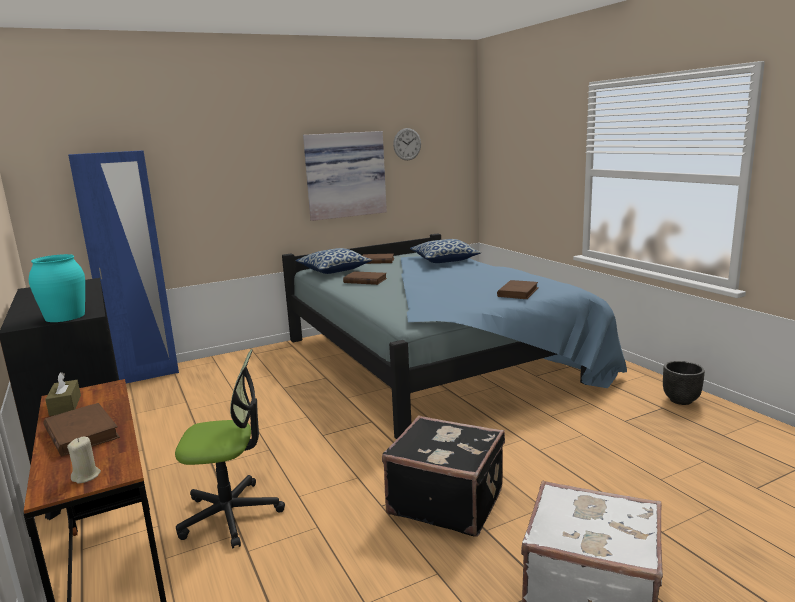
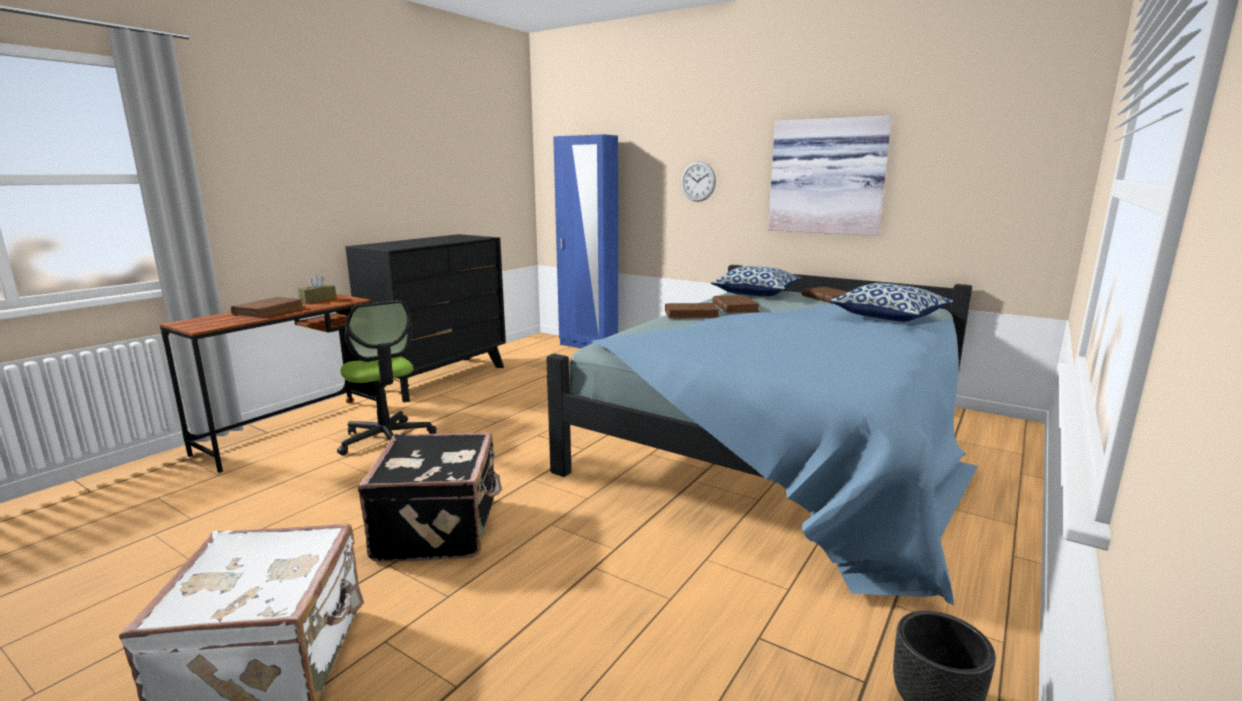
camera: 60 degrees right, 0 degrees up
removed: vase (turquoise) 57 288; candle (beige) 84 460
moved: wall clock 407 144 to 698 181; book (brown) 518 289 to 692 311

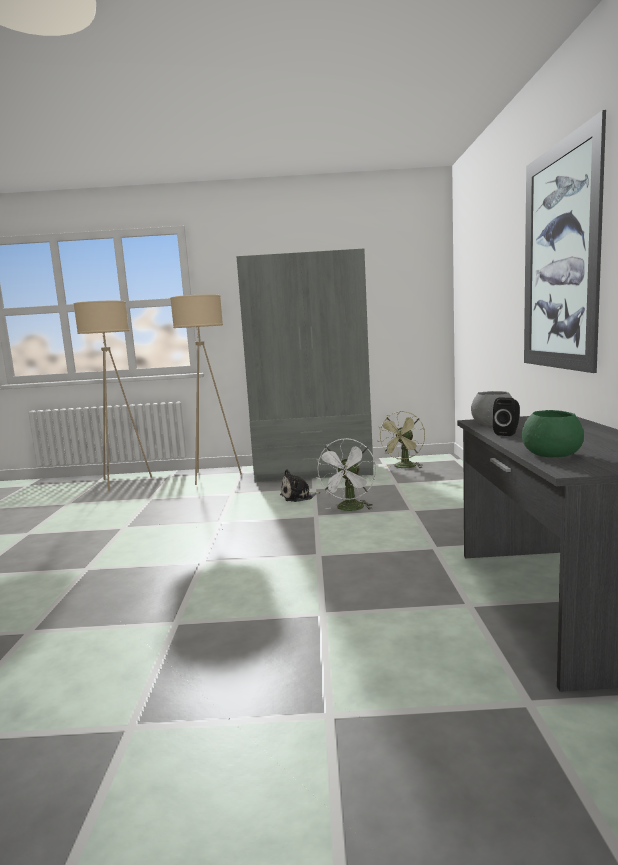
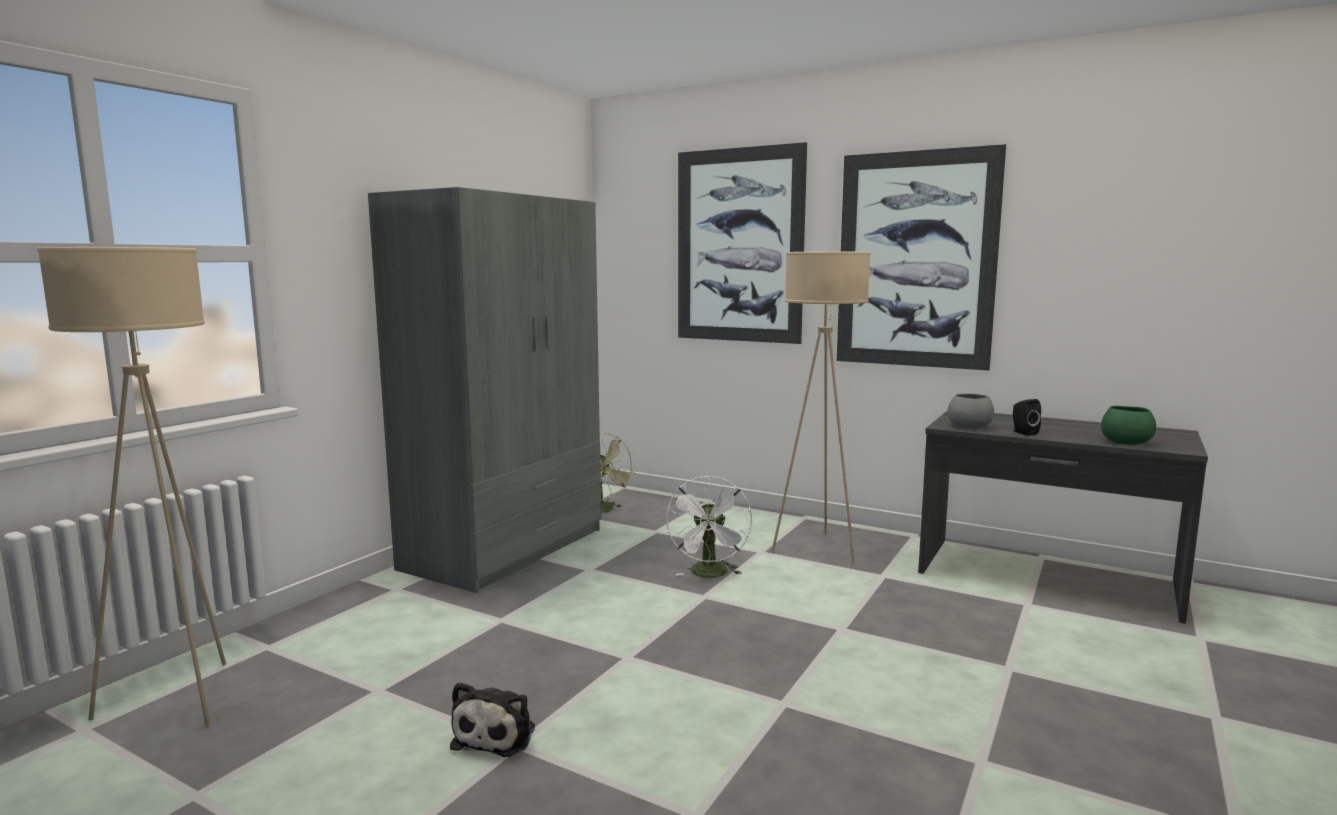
camera: 60 degrees left, 0 degrees up
added: picture 742 243
moved: floor lamp (beige) 206 389 to 821 407; plush toy 300 485 to 492 719
turned: fan (white) 346 474 = 709 527 45 degrees clockwise

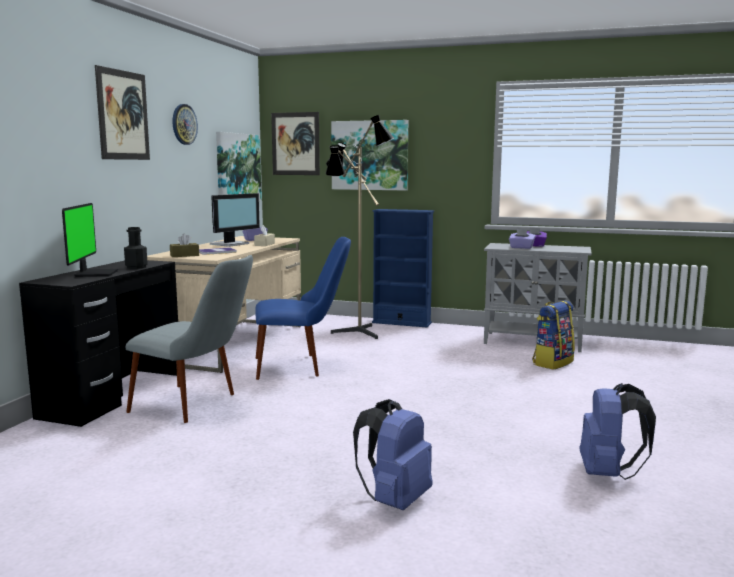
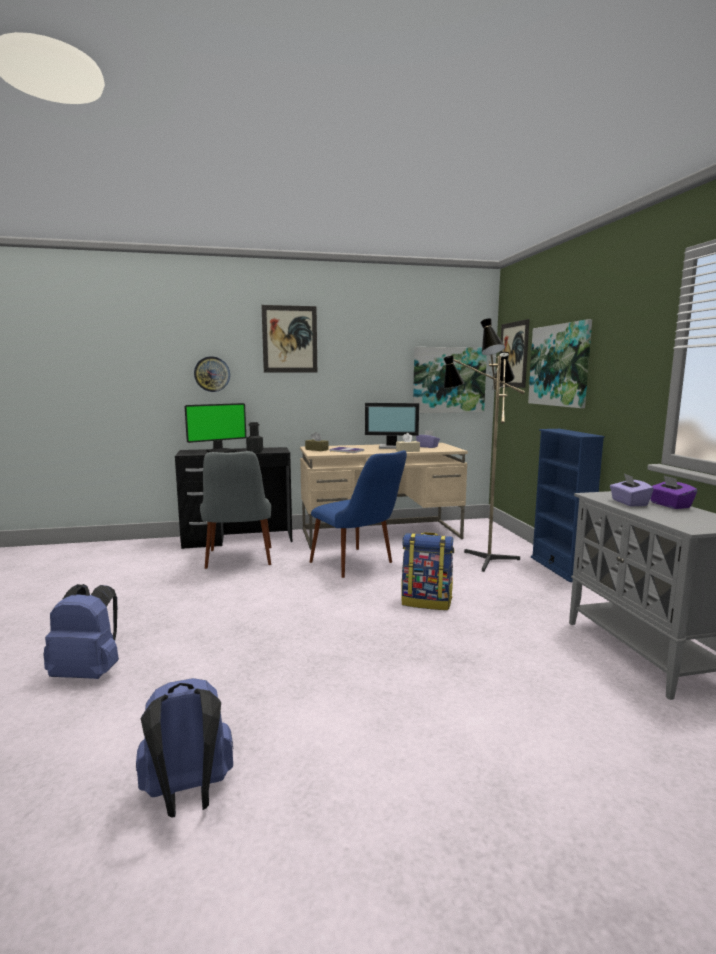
camera: 60 degrees right, 0 degrees up
moved: wall clock 185 124 to 212 374; backpack 553 335 to 427 571

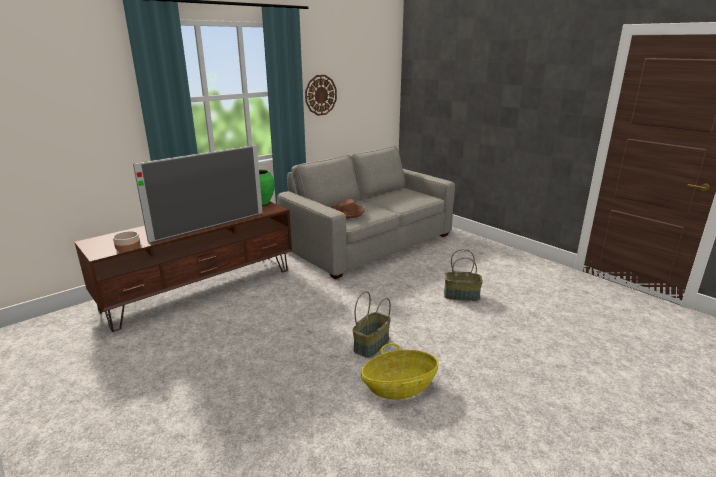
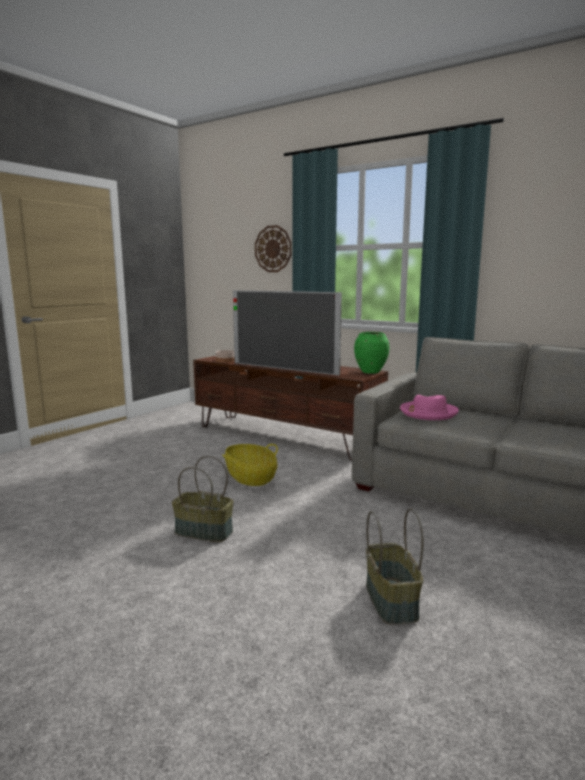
camera: 75 degrees right, 10 degrees down
moved: wall clock 321 95 to 273 248; basket 400 371 to 250 465
recoloured: hat (brown) 347 209 to hat (pink) 429 407

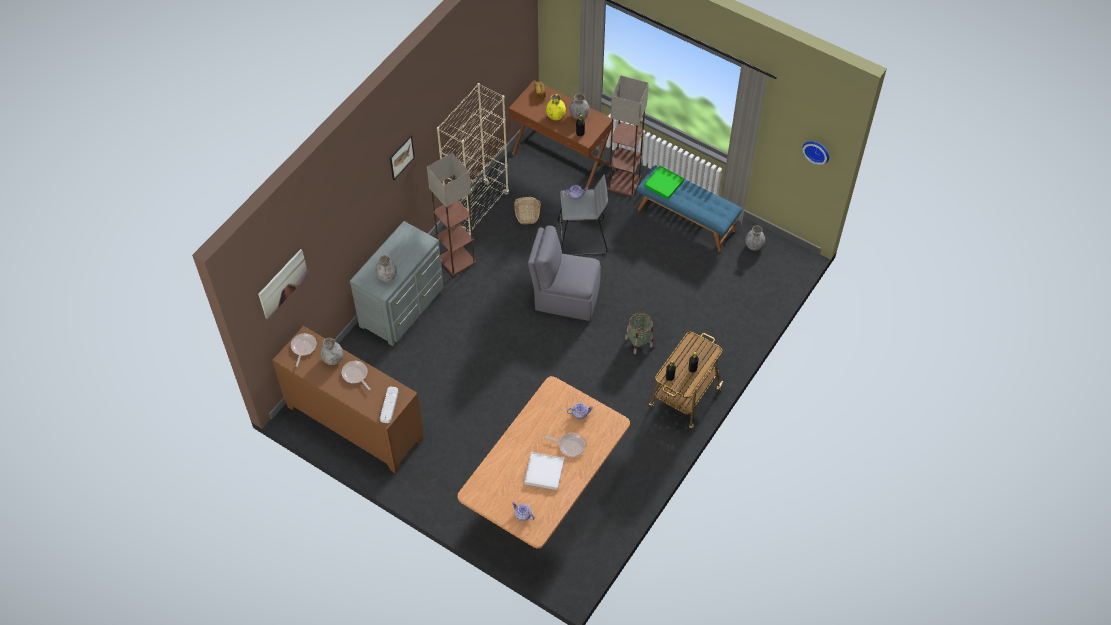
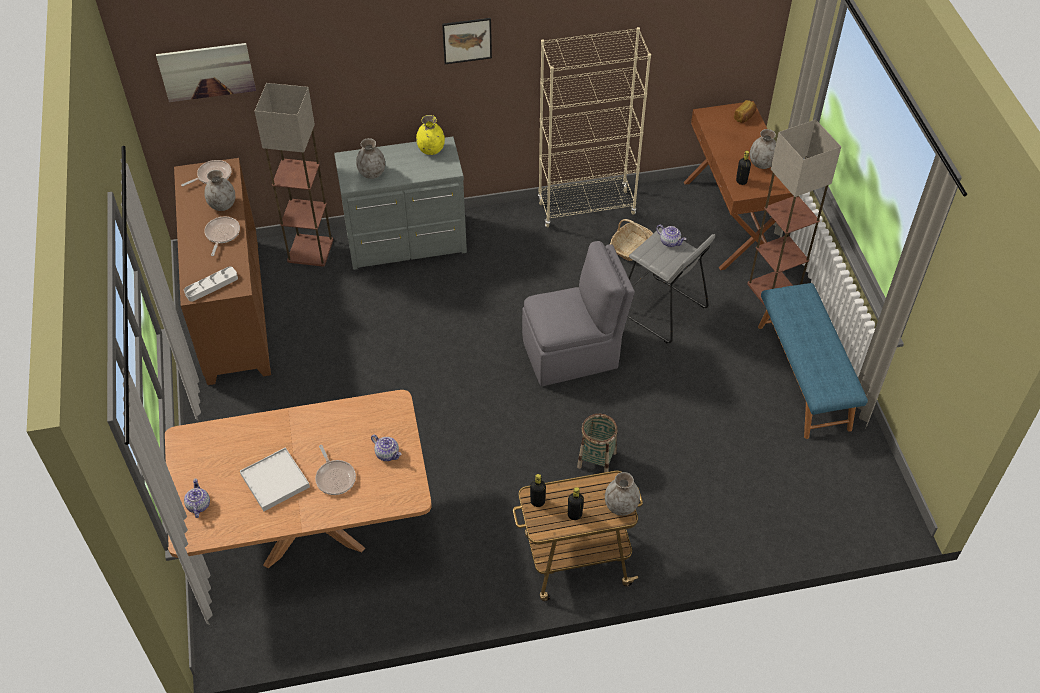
camera: 45 degrees right, 5 degrees down
removed: wall clock 816 153; tray (green) 664 182
moved: vase (yellow) 556 107 to 430 135; floor lamp 451 214 to 294 175; vase (grey) 755 238 to 622 494
turned: chair (grey) 564 273 = 578 313 105 degrees clockwise

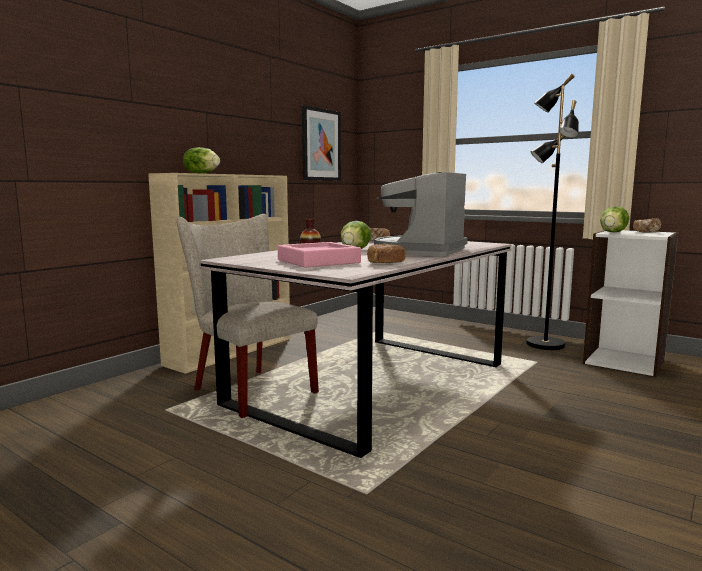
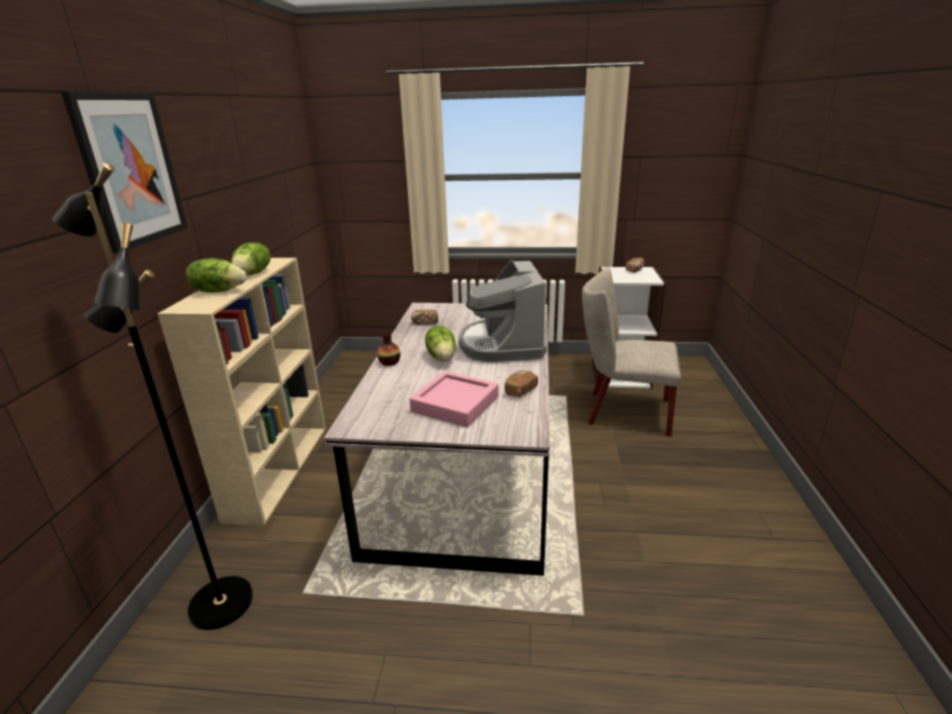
camera: 30 degrees left, 15 degrees up
moved: floor lamp (black) 552 212 to 152 396; picture 321 143 to 124 172; lettuce 614 219 to 251 258; chair (beige) 248 316 to 631 352

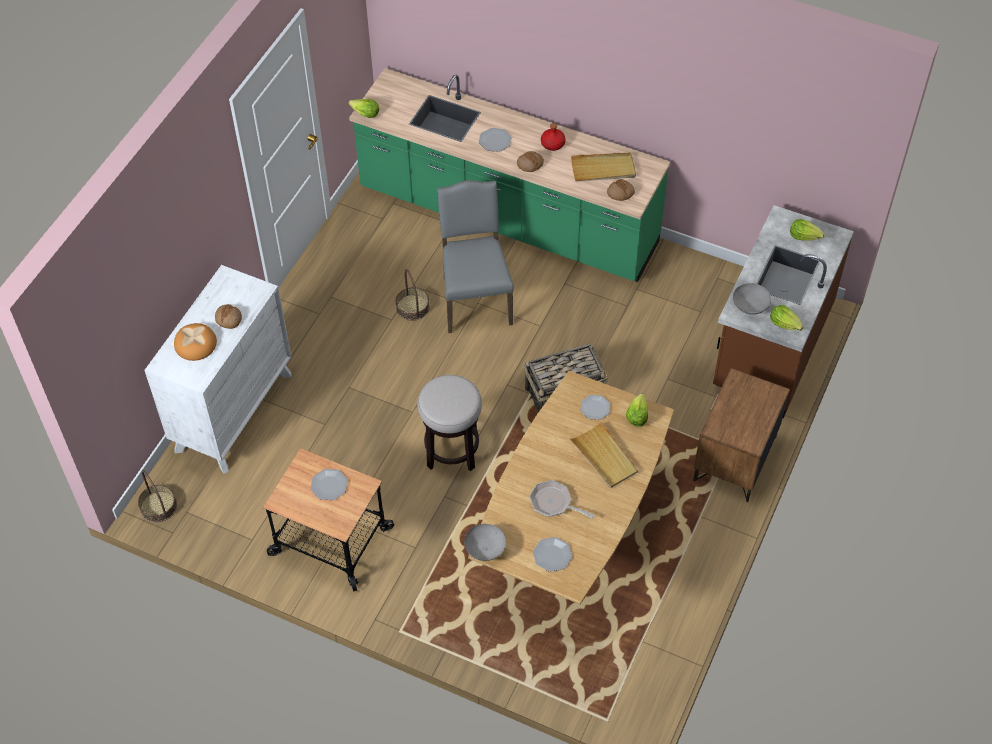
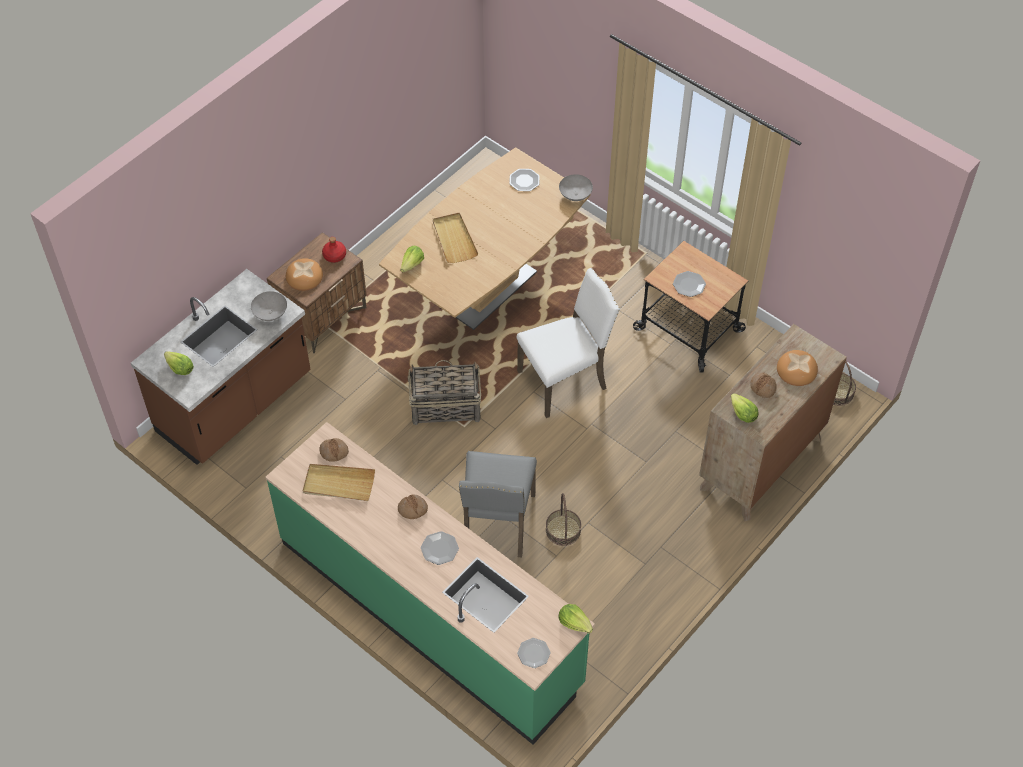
camera: 165 degrees left, 0 degrees up
removed: frying pan 562 499
added: bread 304 274
moved: bottle (red) 553 137 to 334 250; lettuce 786 318 to 745 408; plate 595 407 to 534 653
replaced: stool 450 423 to chair (white) 568 343
recoloured: dresser (white) 218 369 to dresser (brown) 773 422

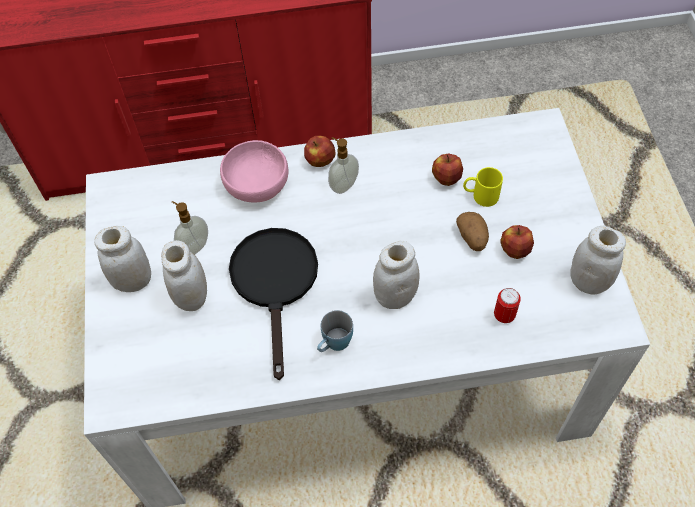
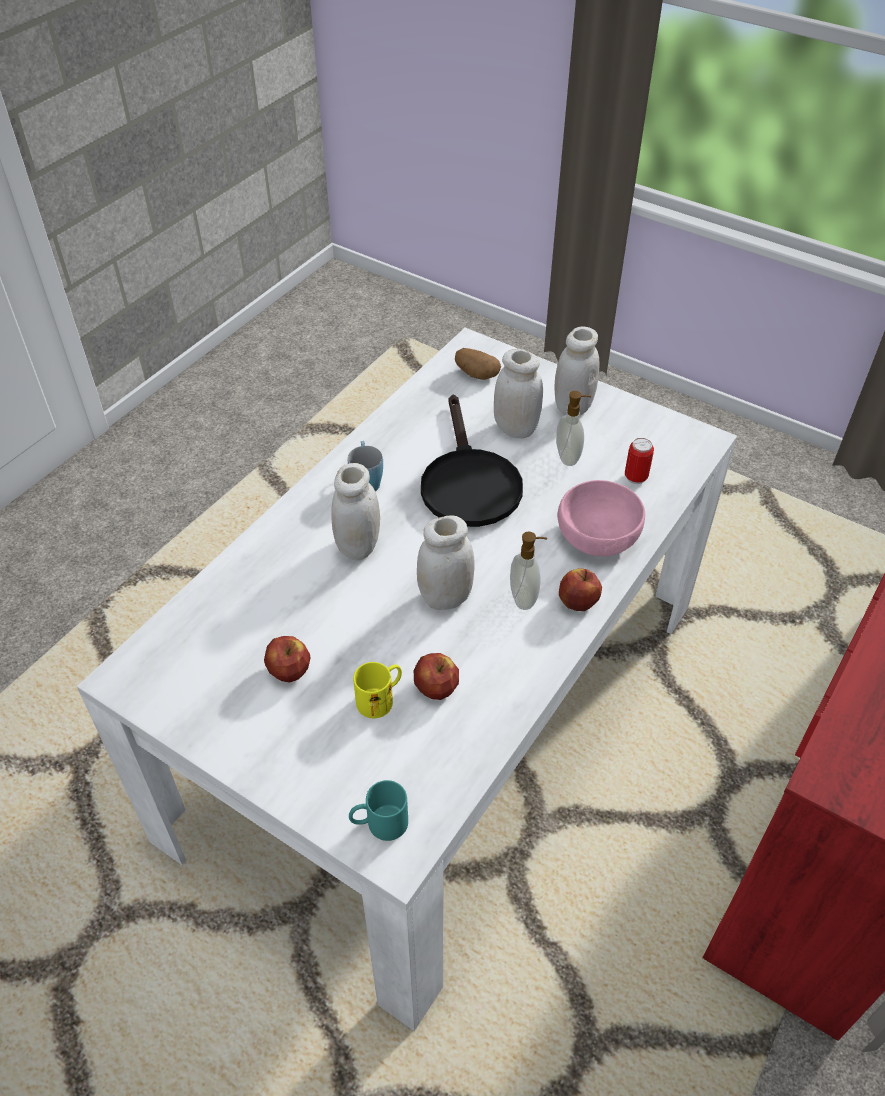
camera: 130 degrees right, 10 degrees down
added: mug (turquoise) 378 810
moved: potato 472 231 to 478 364; jar (white) 598 260 to 446 562; can 507 305 to 639 461
turned: frying pan (black) 273 304 = 472 461 45 degrees clockwise

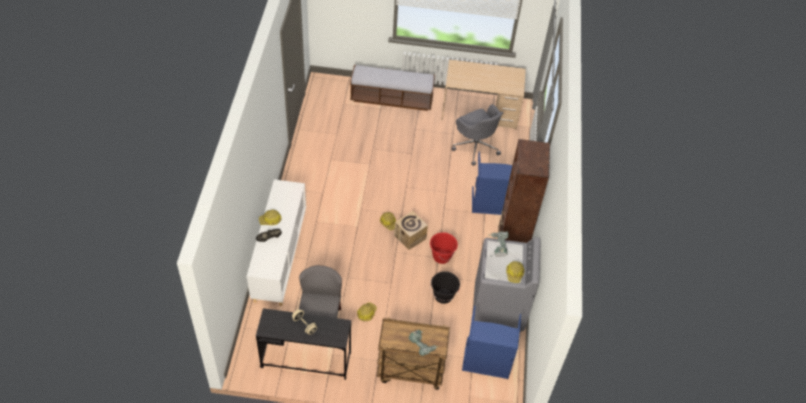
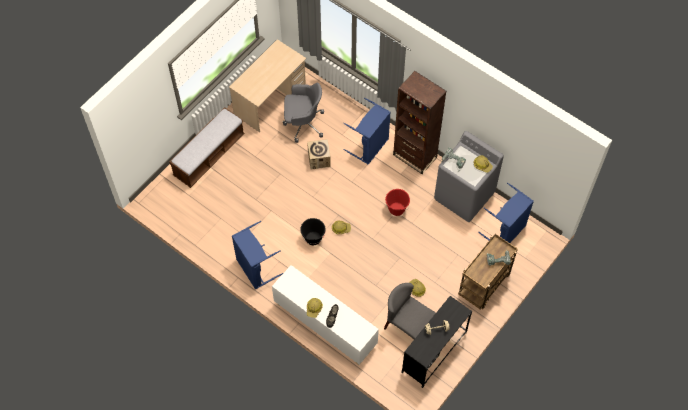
camera: 55 degrees left, 10 degrees up
added: laundry basket (blue) 257 255
moved: cardboard box 411 230 to 319 154; bucket (black) 445 287 to 313 231

